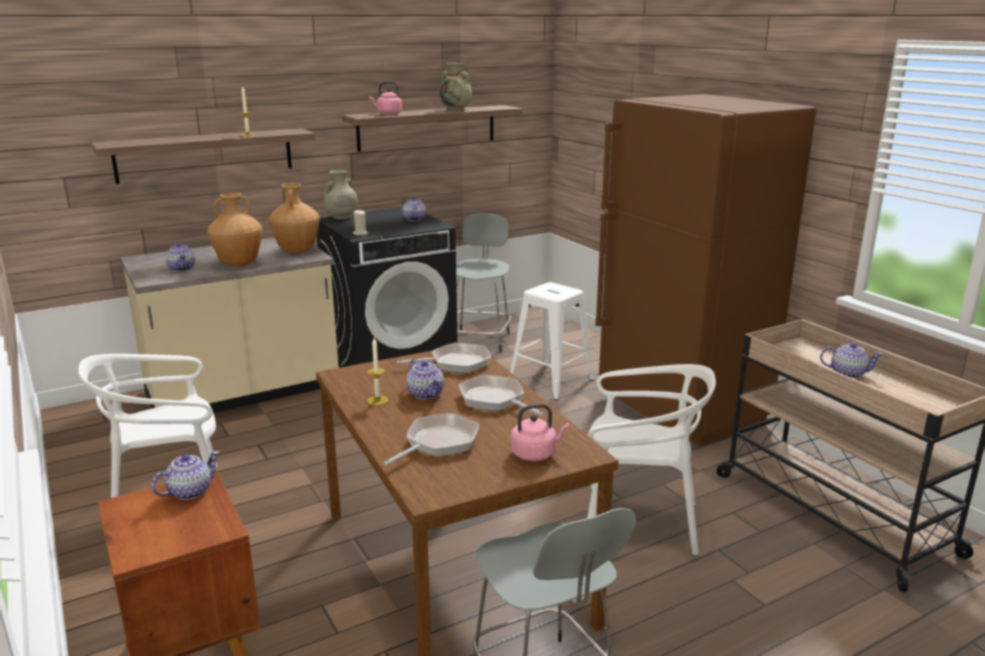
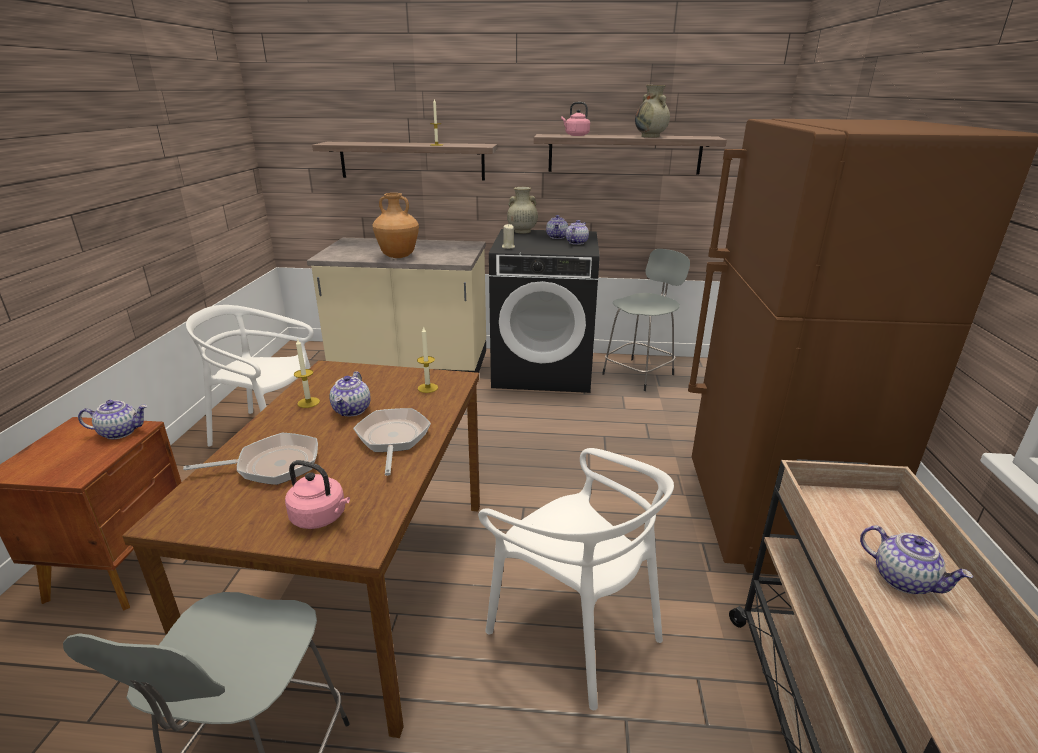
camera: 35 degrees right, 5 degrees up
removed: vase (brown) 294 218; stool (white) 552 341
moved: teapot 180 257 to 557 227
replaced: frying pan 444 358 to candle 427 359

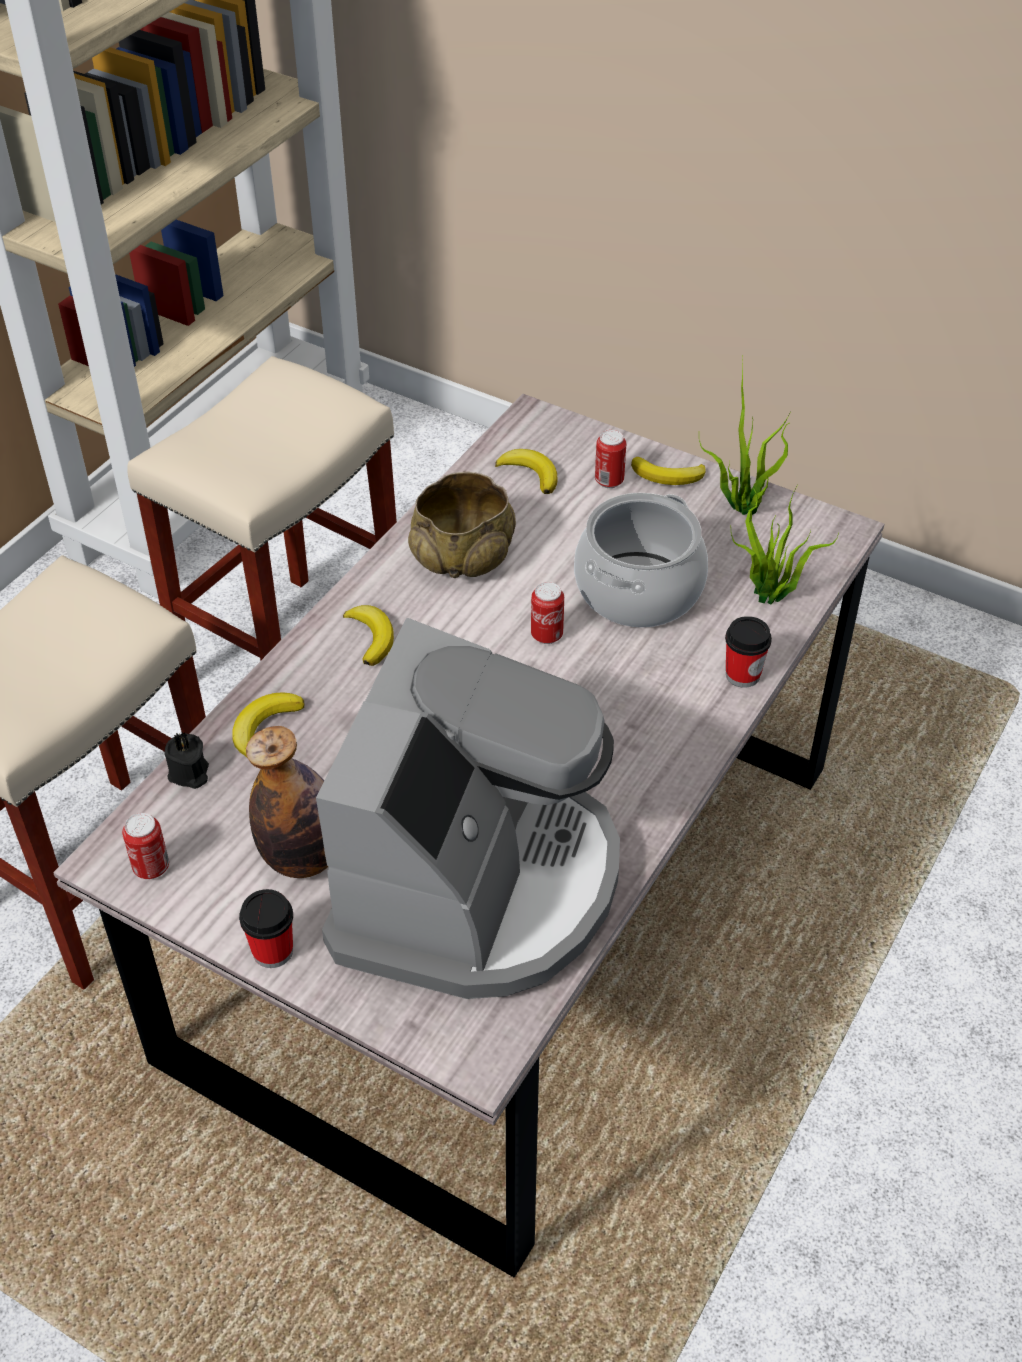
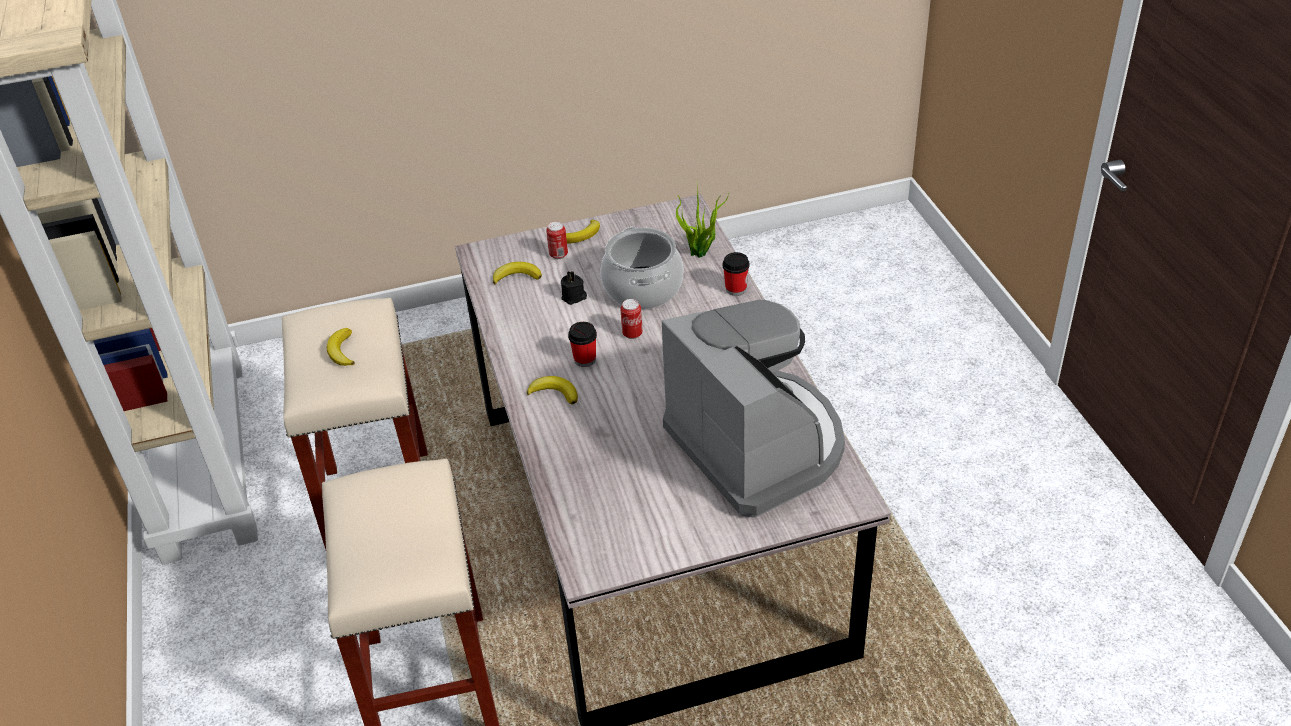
camera: 45 degrees left, 5 degrees down
removed: potted plant 745 435; bowl (beige) 462 525; bottle 287 802; can 145 846
moved: banana 268 724 to 341 347; candle (black) 186 760 to 574 288; cup 266 928 to 582 344

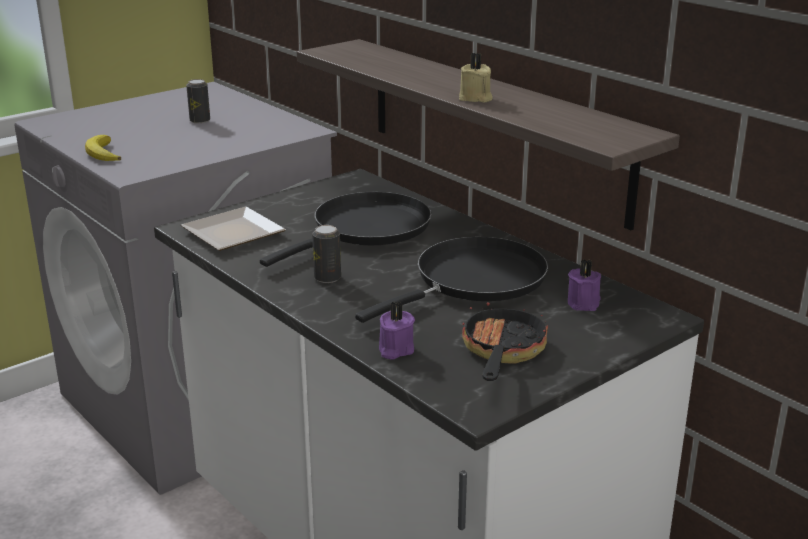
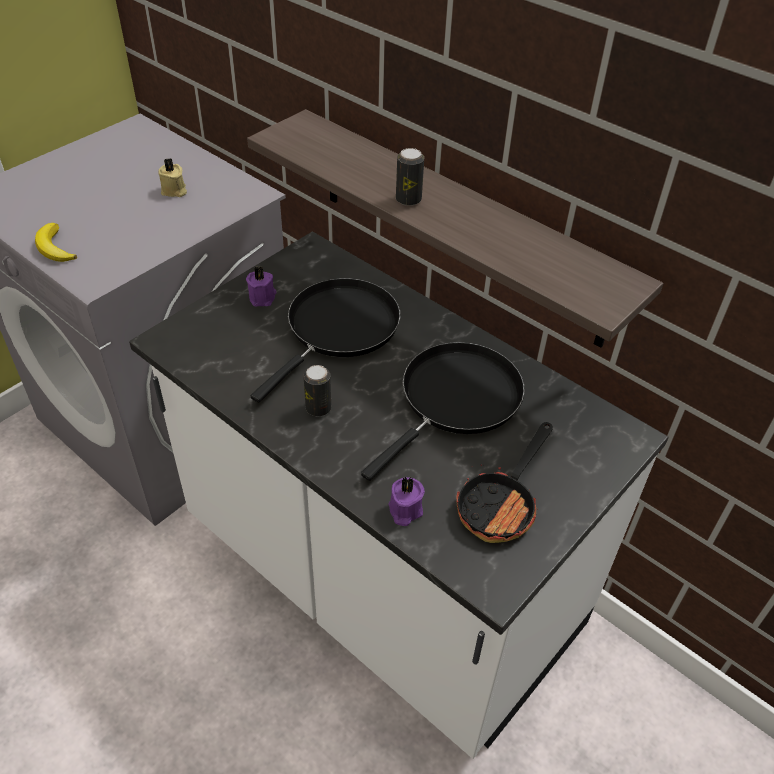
camera: 10 degrees left, 20 degrees up
removed: plate 233 229
moved: candle (beige) 476 77 to 172 177; can 198 101 to 410 177; candle (purple) 584 285 to 261 287
turned: frying pan 505 341 = 505 482 150 degrees counterclockwise

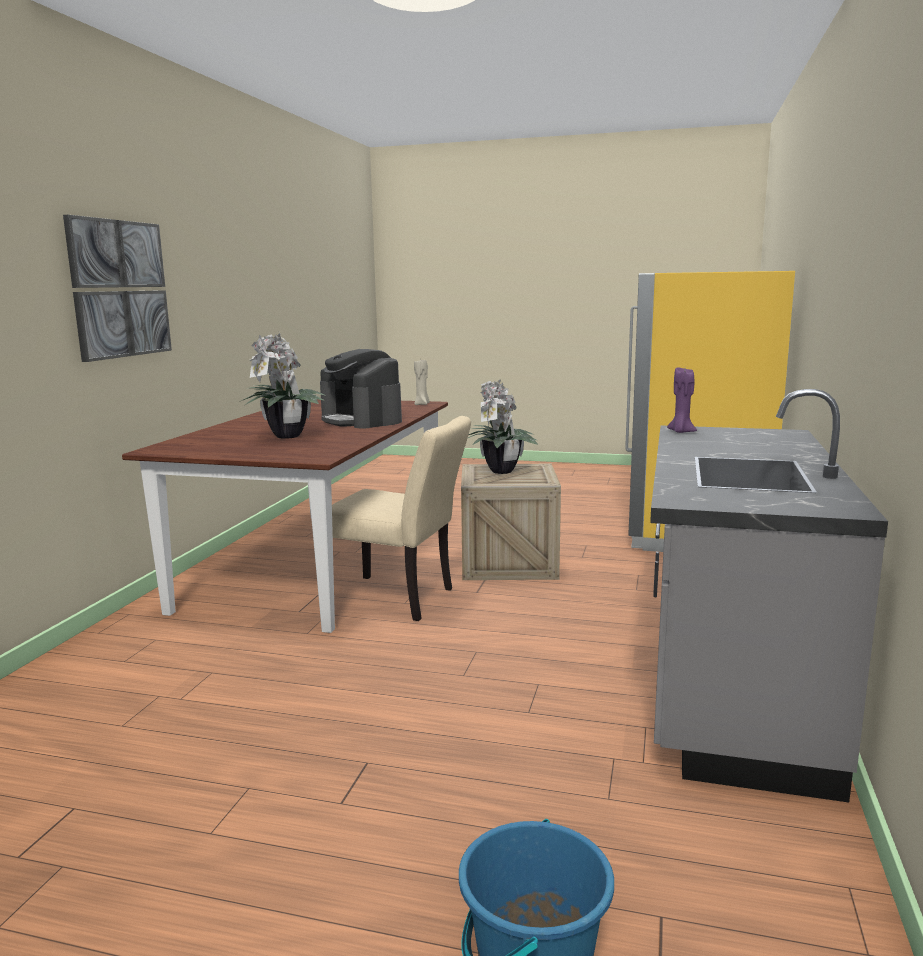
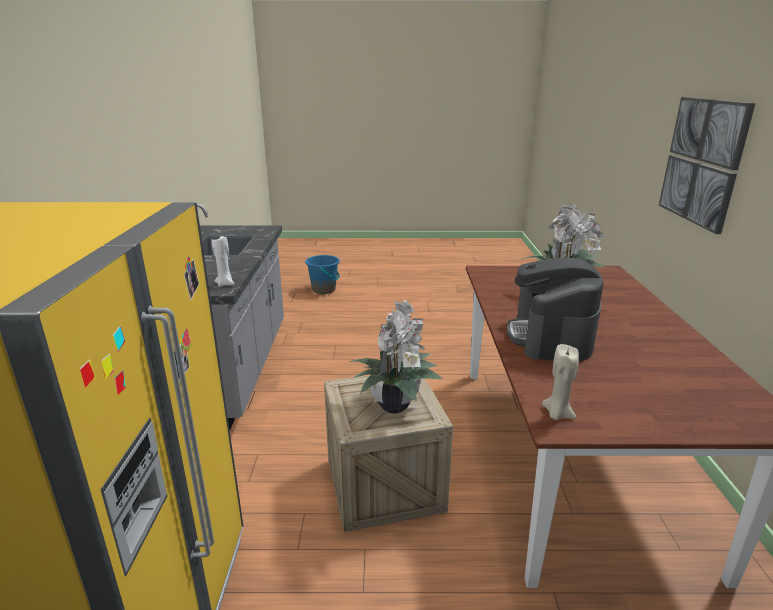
camera: 165 degrees right, 10 degrees up
removed: chair (beige) 401 518
recoloured: candle (purple) 682 400 to candle (white) 222 261
turned: coffee machine 361 388 = 555 309 120 degrees counterclockwise

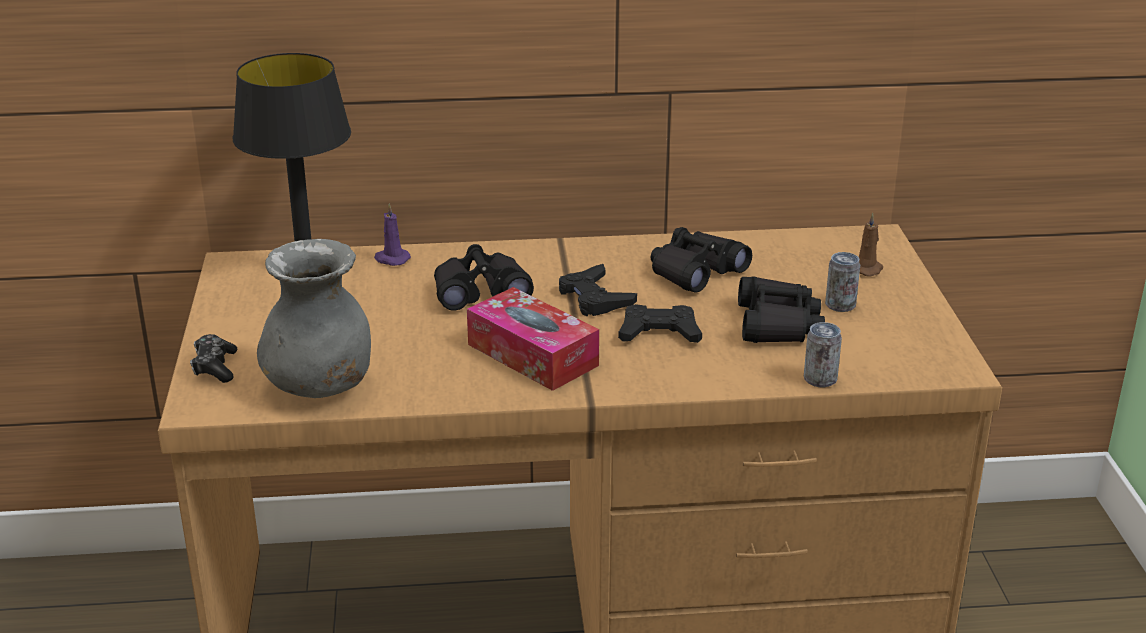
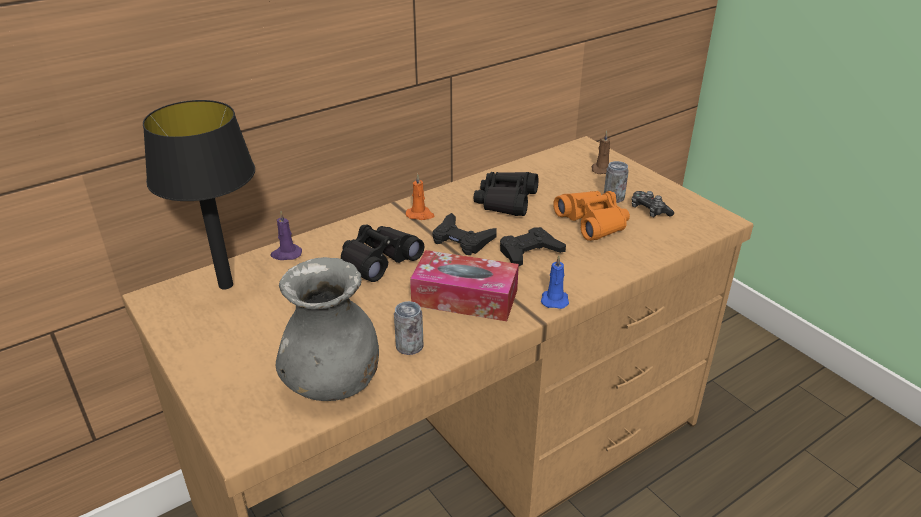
camera: 30 degrees left, 5 degrees up
added: candle (orange) 420 197; candle (blue) 555 282
moved: can 823 354 to 409 328; game controller 213 358 to 653 204
recoloured: binoculars (black) 781 309 to binoculars (orange) 591 216

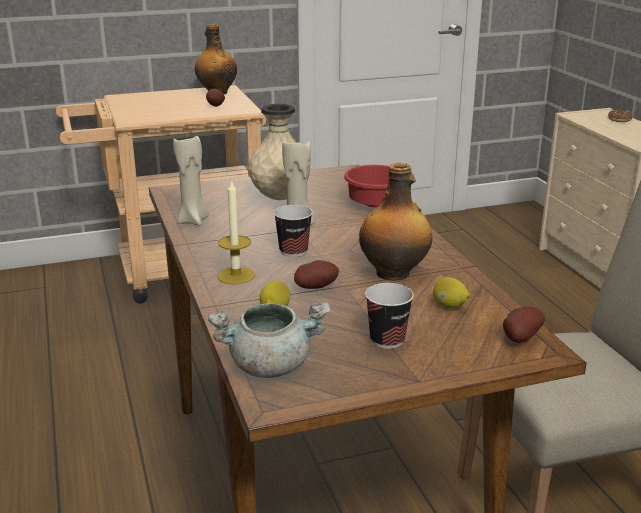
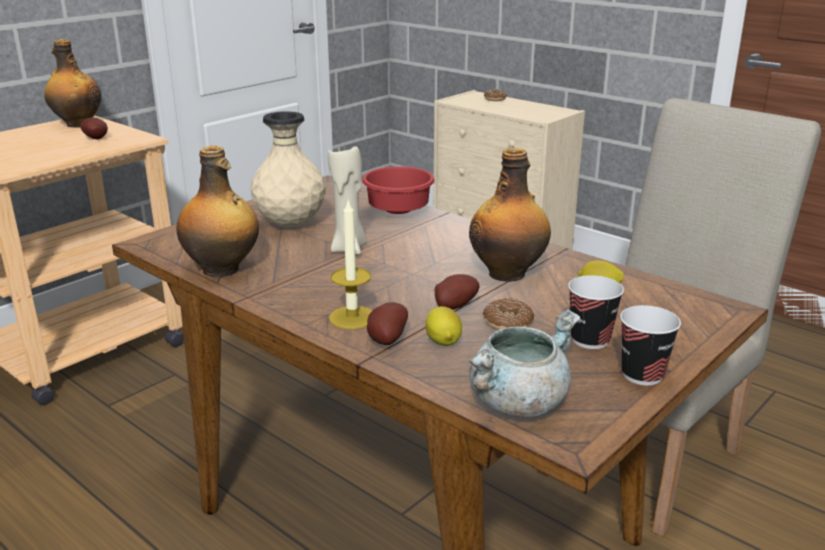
camera: 30 degrees left, 0 degrees up
added: donut 508 314
moved: cup 293 231 to 650 345; potato 524 324 to 387 323
replaced: candle (beige) 191 179 to bottle 217 211

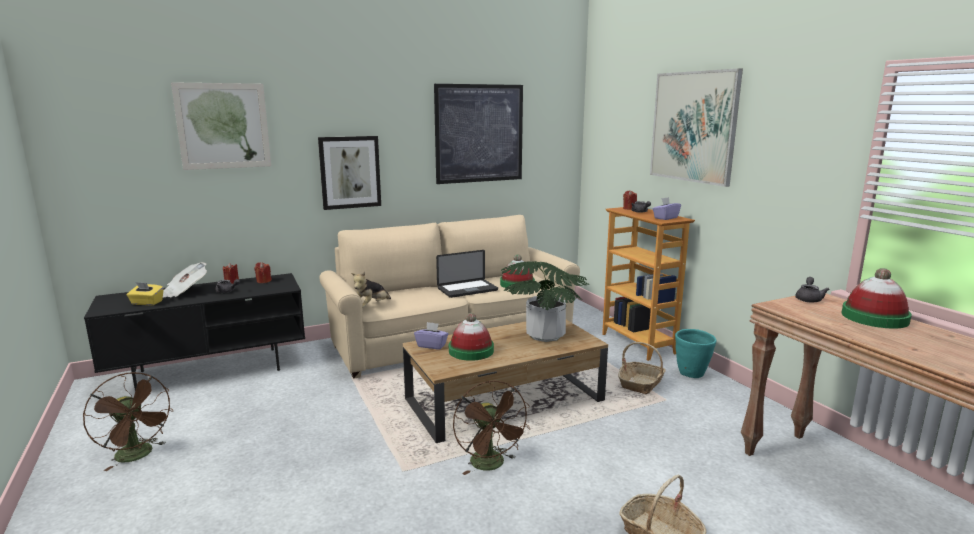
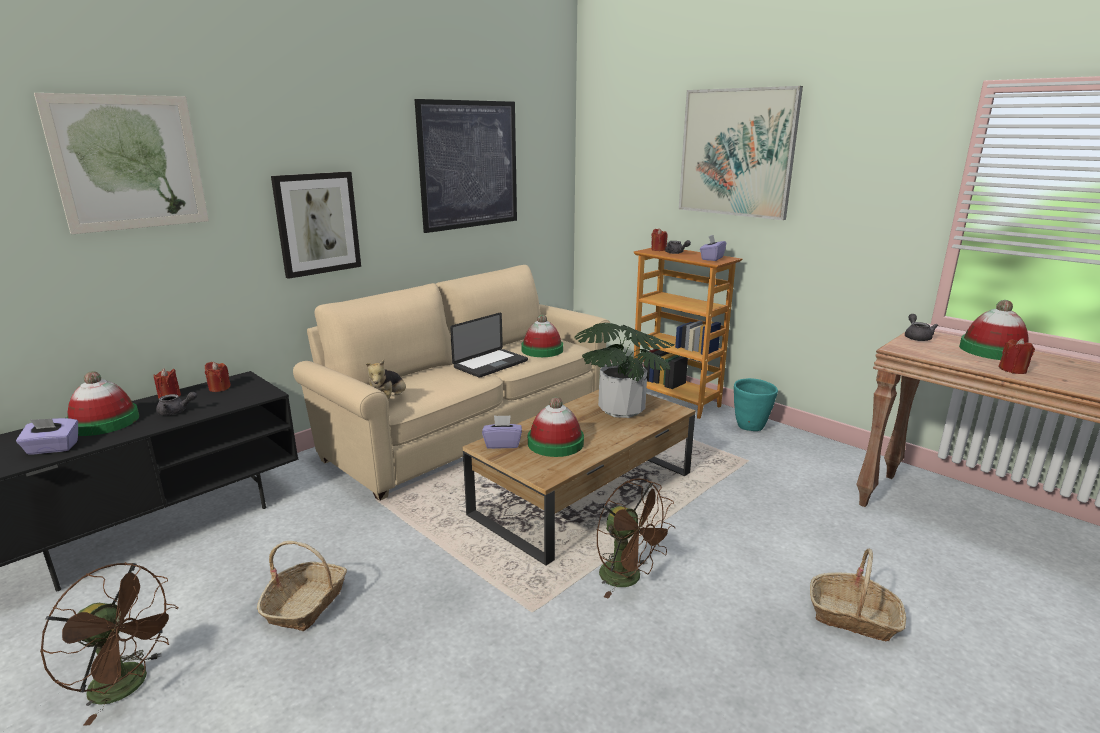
camera: 20 degrees left, 5 degrees up
added: candle (red) 1017 356
moved: basket 642 368 to 302 586
replaced: newspaper 185 279 to hat 102 403
recoloured: tissue box (yellow) 145 293 to tissue box (purple) 47 436

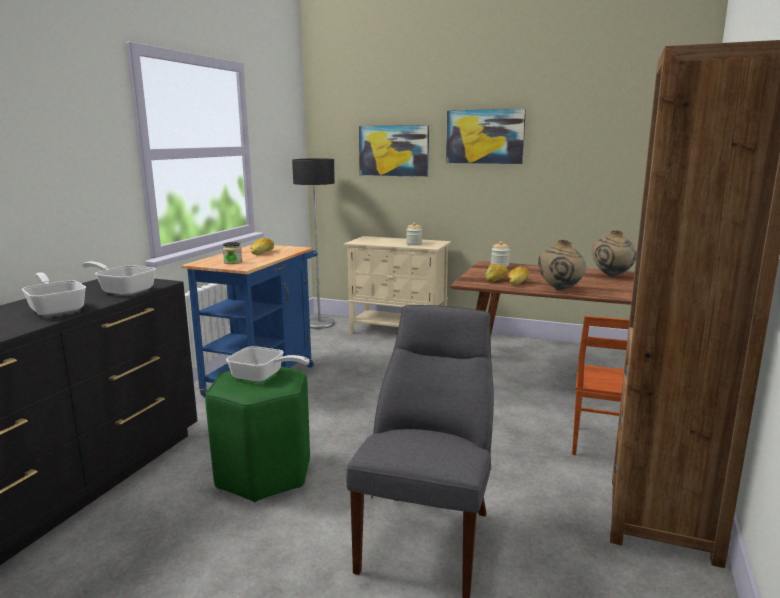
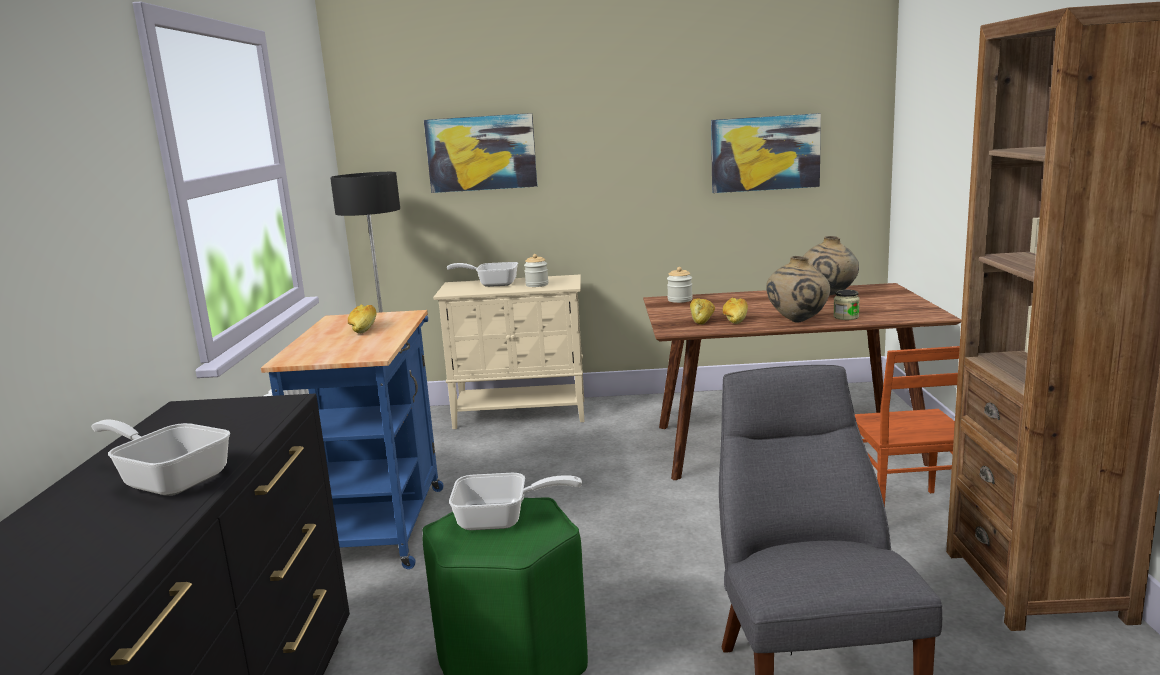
camera: 20 degrees left, 0 degrees up
moved: picture 486 136 to 766 153; jar 232 253 to 846 305; frying pan 119 278 to 482 274

